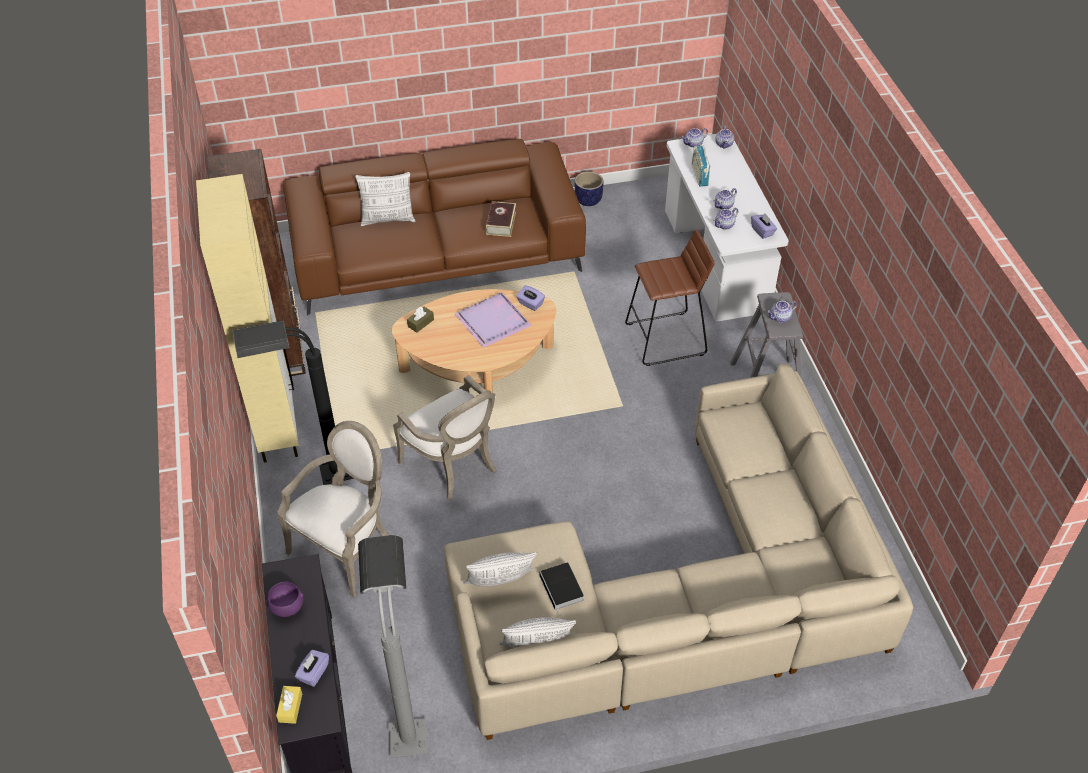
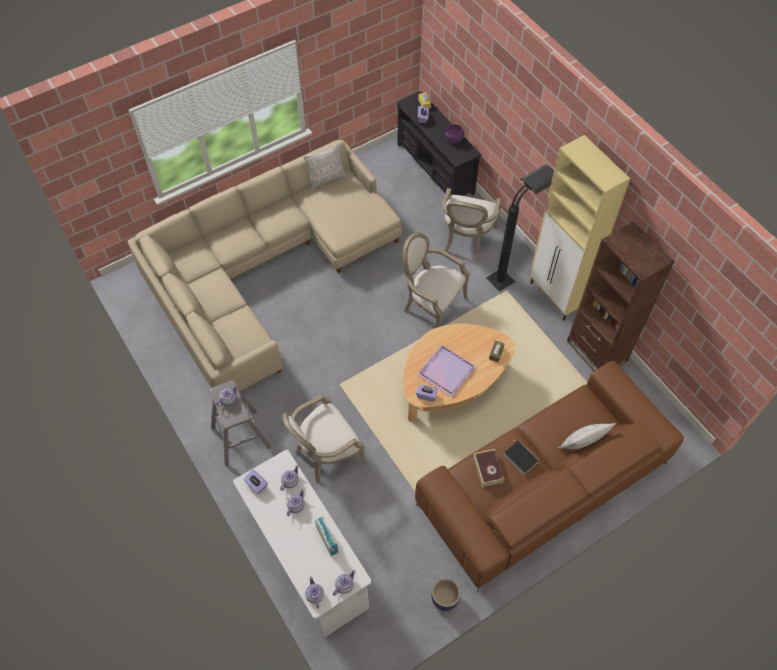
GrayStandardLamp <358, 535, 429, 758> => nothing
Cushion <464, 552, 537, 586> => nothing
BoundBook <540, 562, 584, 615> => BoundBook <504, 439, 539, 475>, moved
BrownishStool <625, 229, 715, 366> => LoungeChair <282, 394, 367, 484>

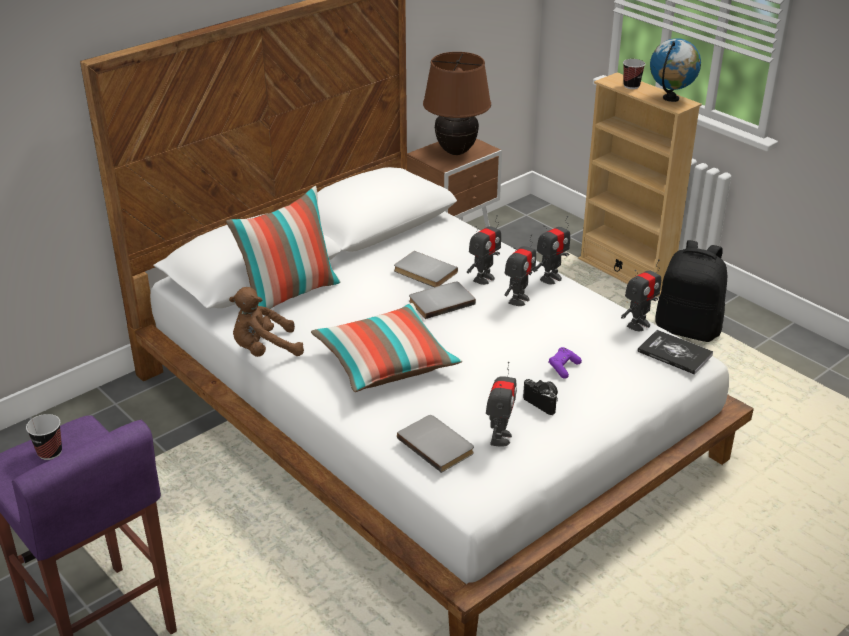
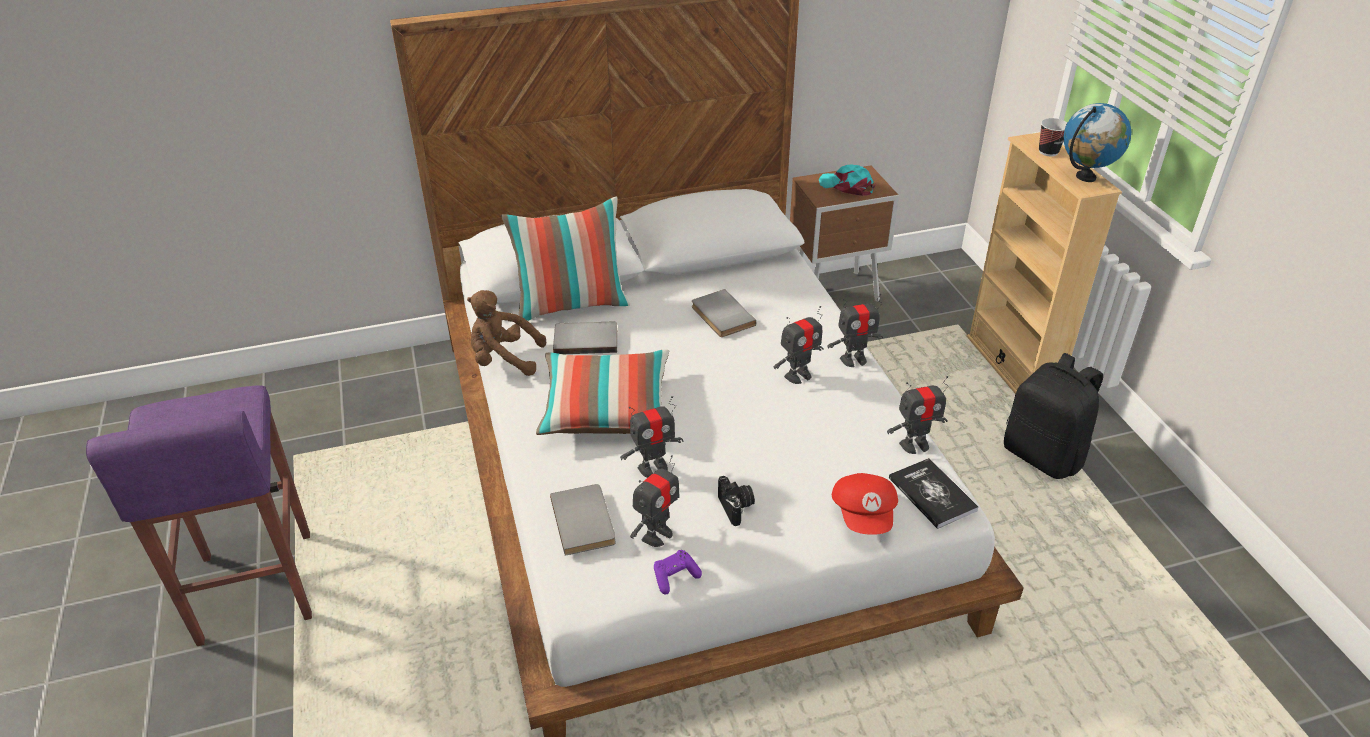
Cup <26, 414, 62, 460> => nothing
GrayBoundBook <409, 282, 476, 319> => GrayBoundBook <553, 322, 617, 354>, moved
BrownishLampForATable <423, 52, 491, 155> => TurquoiseBaseballCap <819, 164, 876, 196>
RobotFigure <467, 215, 501, 285> => RobotFigure <620, 396, 684, 478>, moved
PurplishGamepad <548, 347, 582, 379> => PurplishGamepad <654, 550, 702, 594>, moved
nothing => RedColouredBaseballCap <832, 473, 898, 535>

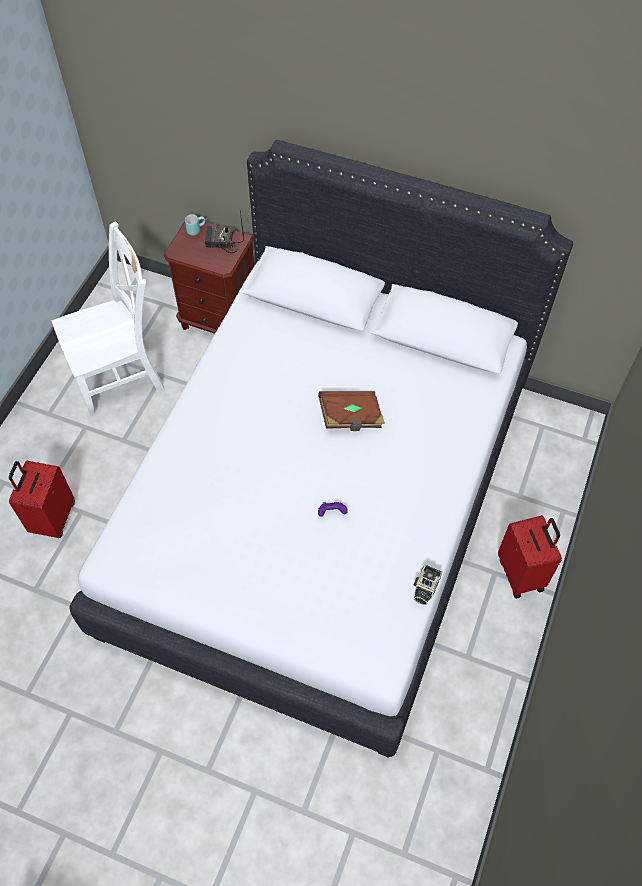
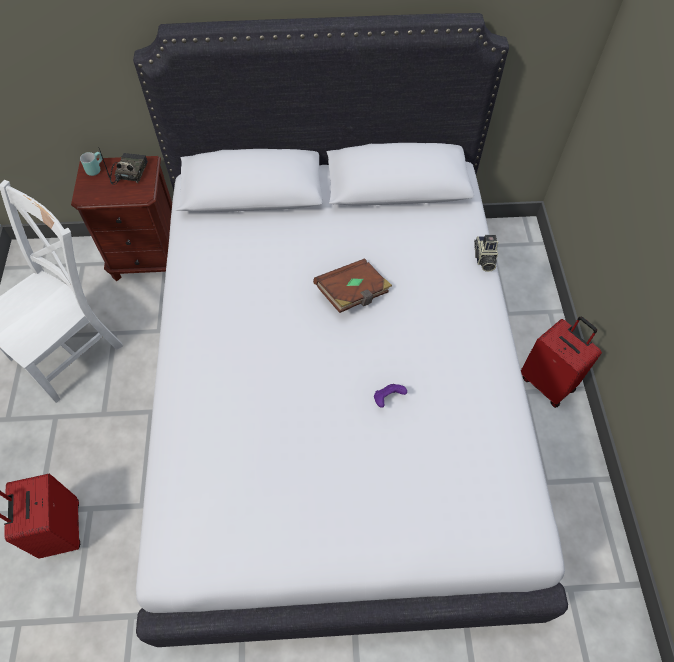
Radio <205, 211, 244, 253> => Radio <99, 149, 148, 185>, 120 degrees clockwise
PhotoCamera <414, 565, 442, 605> => PhotoCamera <474, 235, 498, 272>, moved

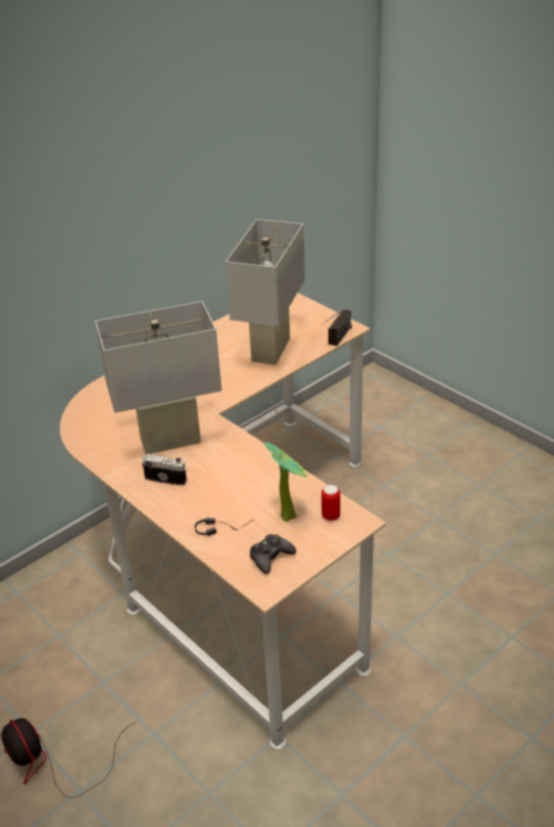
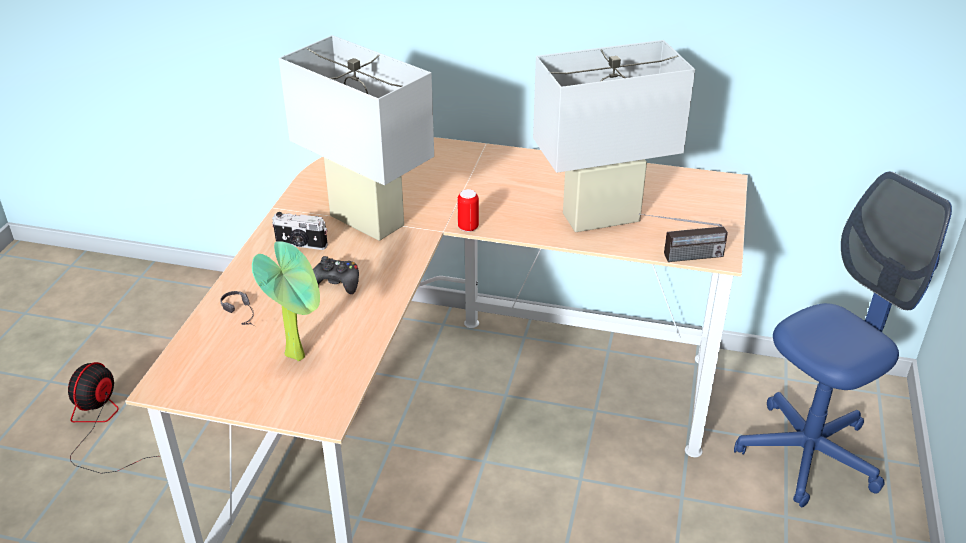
PhotoCamera <142, 454, 187, 486> => PhotoCamera <272, 212, 328, 250>, 120 degrees clockwise
BlackishGamepad <250, 534, 296, 574> => BlackishGamepad <313, 256, 359, 294>, moved
MetalCan <321, 485, 340, 521> => MetalCan <457, 189, 479, 232>, moved
nothing => BlueComputerChair <734, 171, 952, 507>

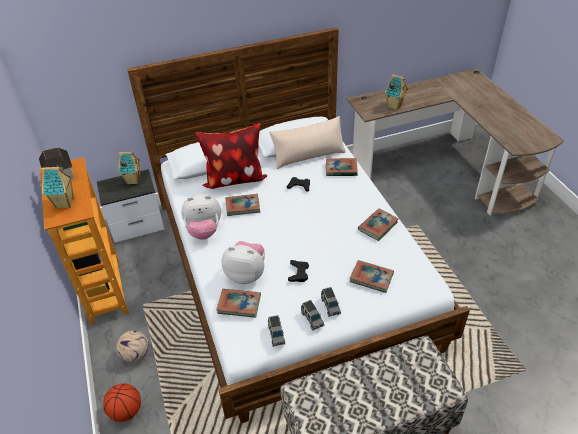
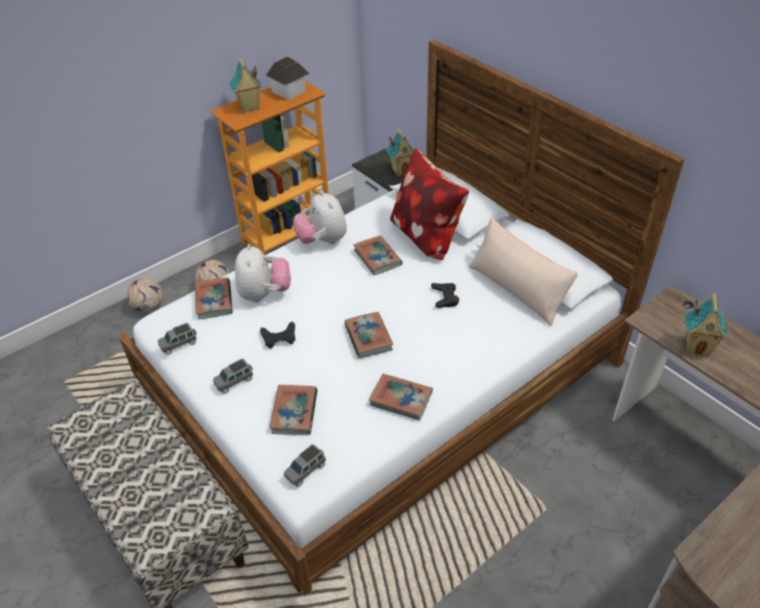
BasketballBall <103, 384, 141, 422> => Football <127, 278, 163, 313>
GrayToyCar <301, 300, 324, 331> => GrayToyCar <284, 444, 326, 487>, moved
BoundBook <326, 158, 358, 176> => BoundBook <344, 312, 393, 359>, moved

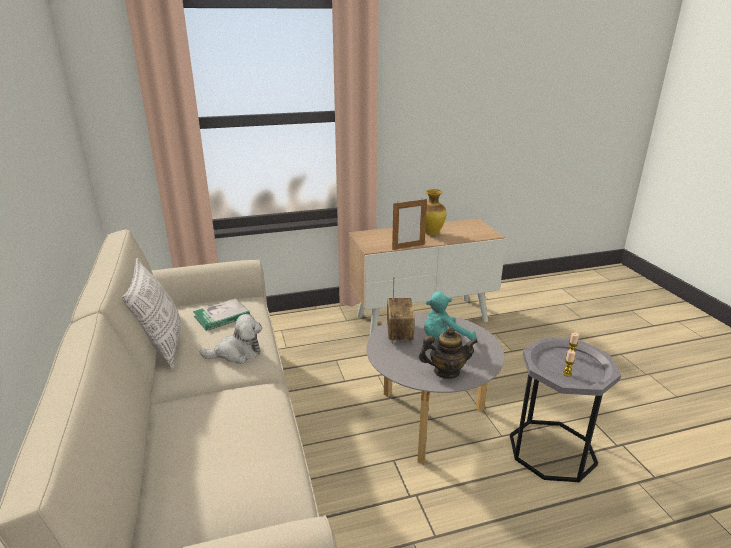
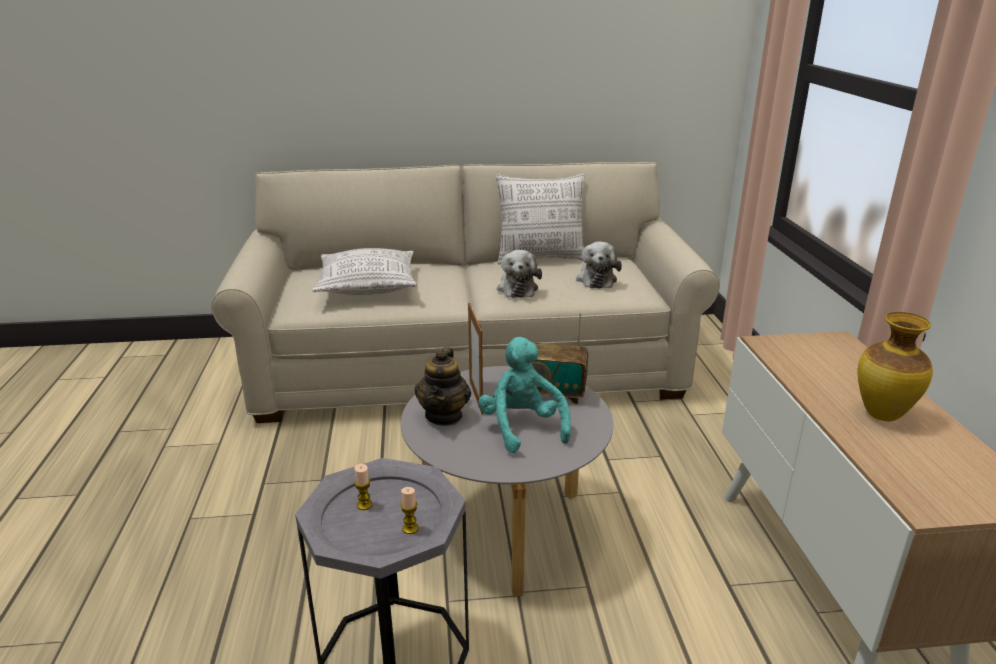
BoundBook <193, 298, 250, 331> => PlushToy <576, 241, 622, 289>
PhotoFrame <392, 199, 427, 250> => PhotoFrame <468, 302, 483, 415>, moved
nothing => Cushion <312, 248, 418, 295>

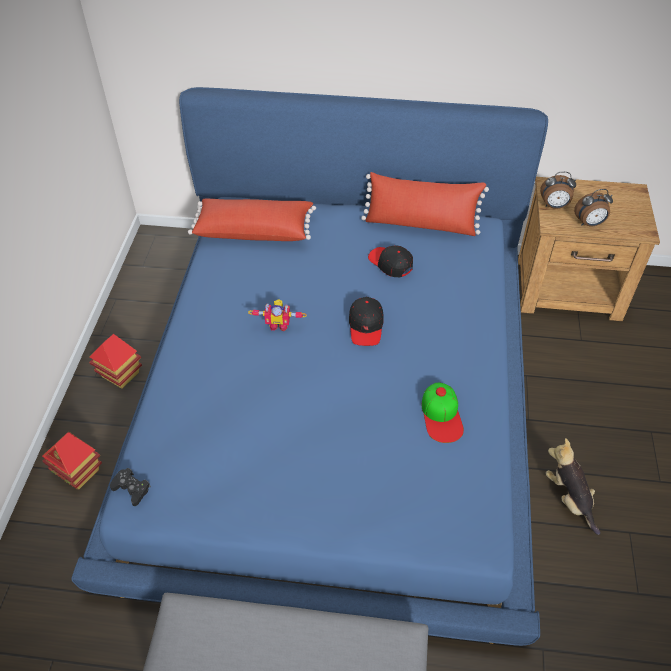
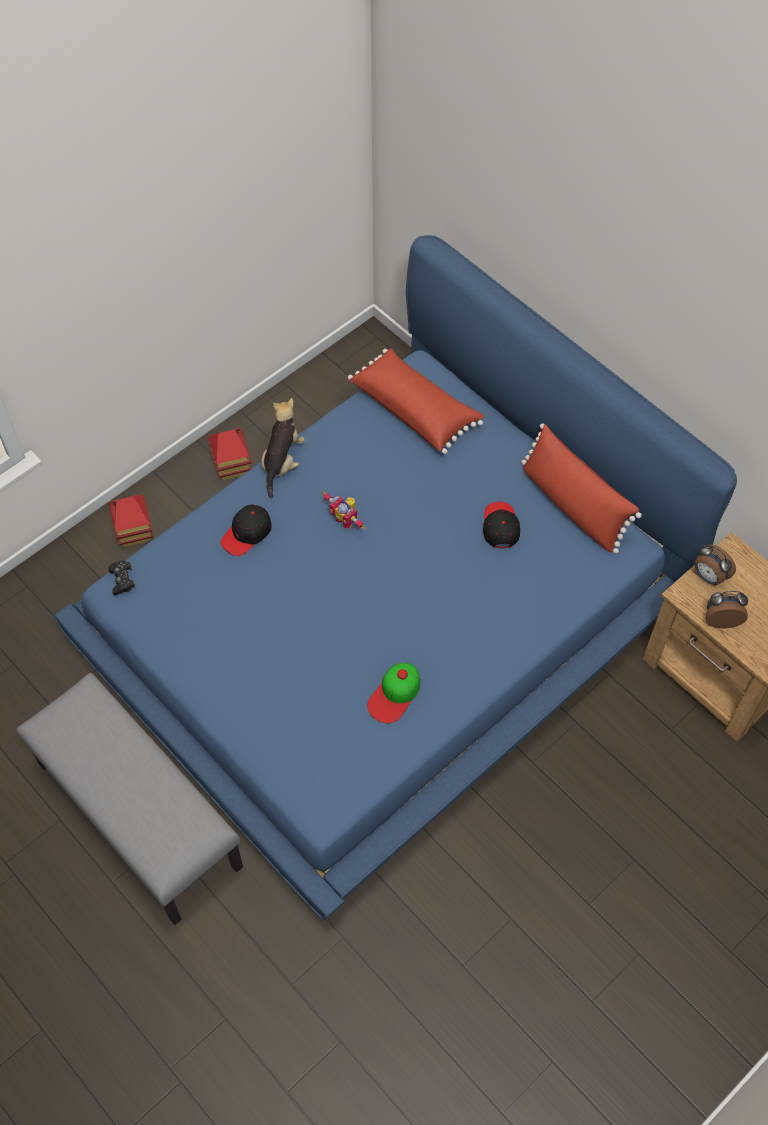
BlackishBaseballCap <349, 297, 383, 346> => BlackishBaseballCap <220, 505, 272, 556>, moved
PlushToy <546, 438, 601, 535> => PlushToy <261, 398, 305, 499>, moved
BedsideClock <574, 189, 613, 226> => BedsideClock <706, 591, 748, 628>, 150 degrees clockwise

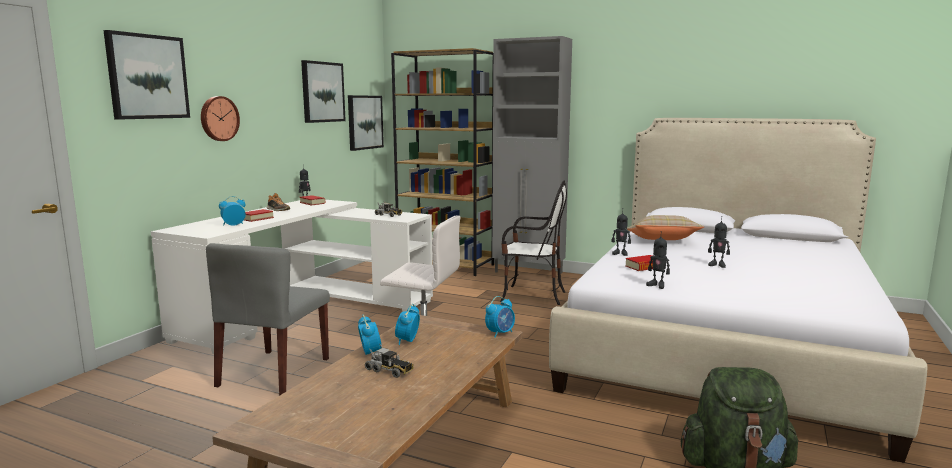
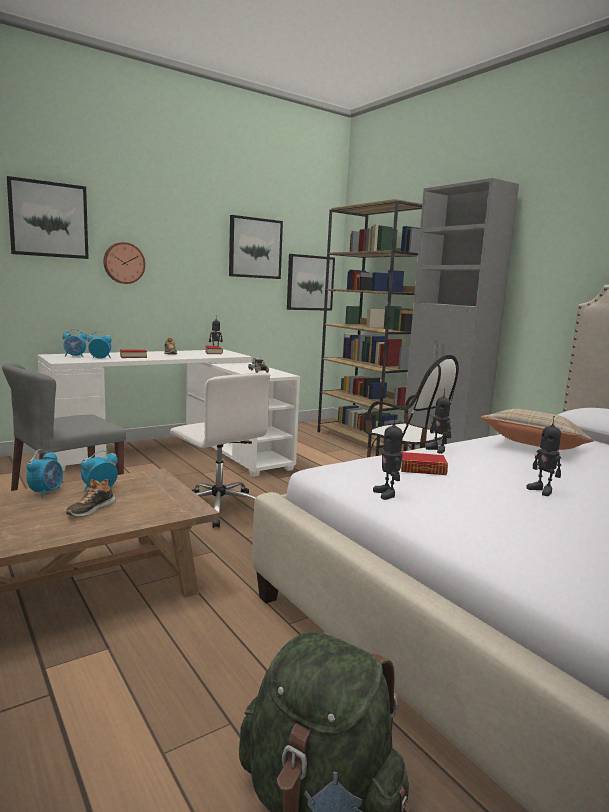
ToyTruck <365, 345, 414, 378> => nothing
BedsideClock <485, 296, 515, 338> => BedsideClock <62, 329, 87, 357>, moved
nothing => Shoe <66, 479, 116, 517>

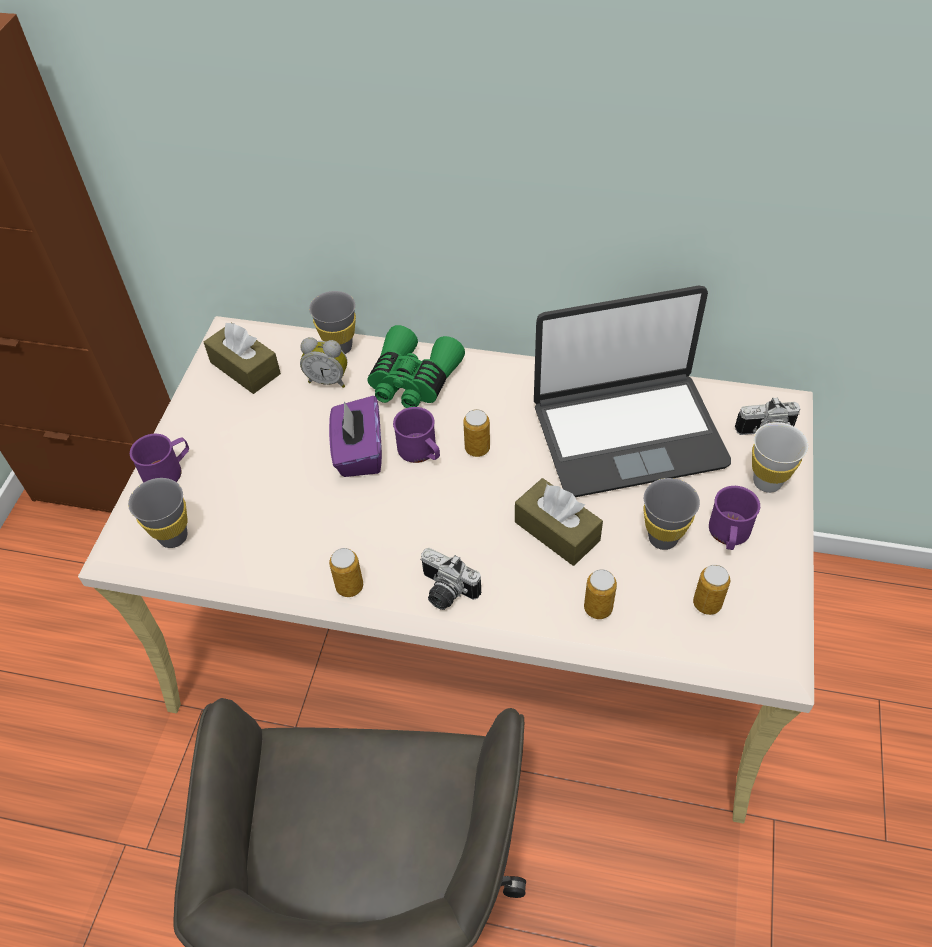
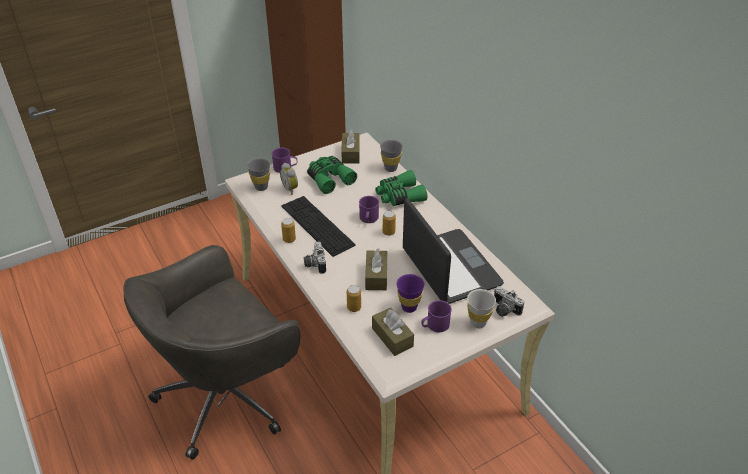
BedsideClock <300, 337, 347, 388> => BedsideClock <280, 163, 298, 195>, moved
PurplishTissueBox <329, 396, 382, 477> => nothing
Laptop <534, 286, 731, 497> => Laptop <403, 198, 504, 304>, 150 degrees counterclockwise
GrayCup <643, 478, 700, 550> => PurplishCup <396, 274, 425, 313>
MetalCan <693, 565, 730, 615> => BrownishTissueBox <372, 307, 414, 356>
nothing => ComputerKeyboard <281, 196, 356, 257>
nothing => GreenColouredPairOfBinoculars <307, 156, 357, 194>

